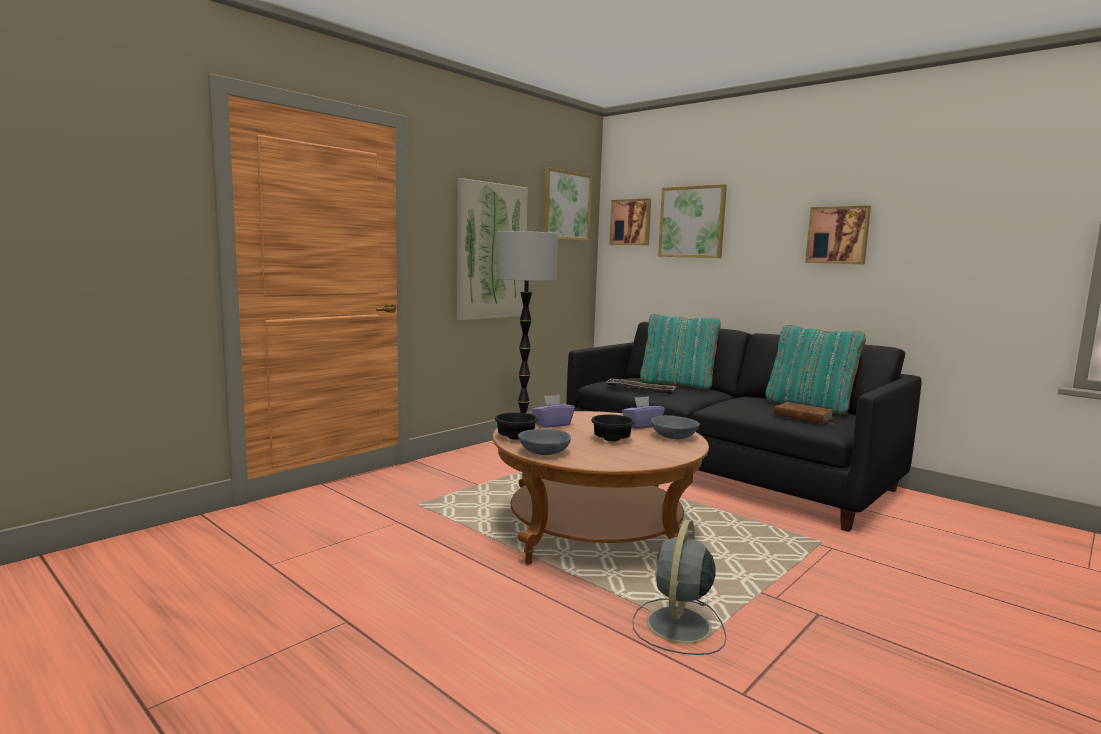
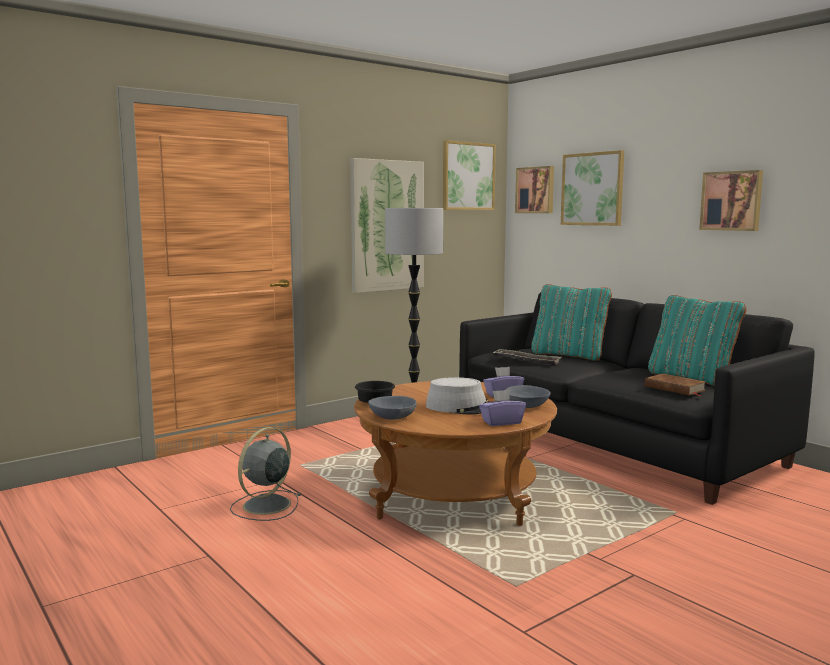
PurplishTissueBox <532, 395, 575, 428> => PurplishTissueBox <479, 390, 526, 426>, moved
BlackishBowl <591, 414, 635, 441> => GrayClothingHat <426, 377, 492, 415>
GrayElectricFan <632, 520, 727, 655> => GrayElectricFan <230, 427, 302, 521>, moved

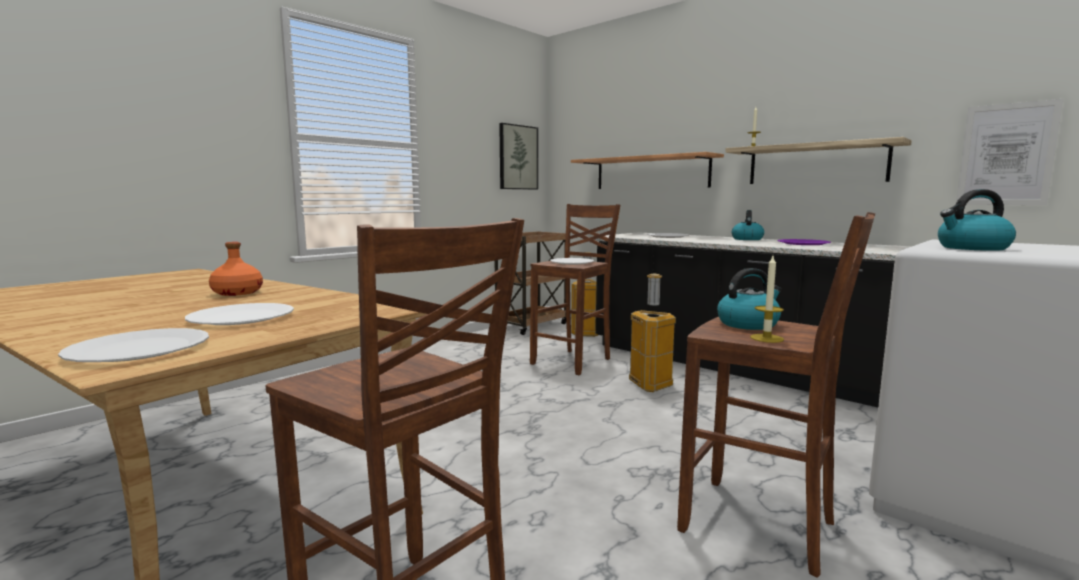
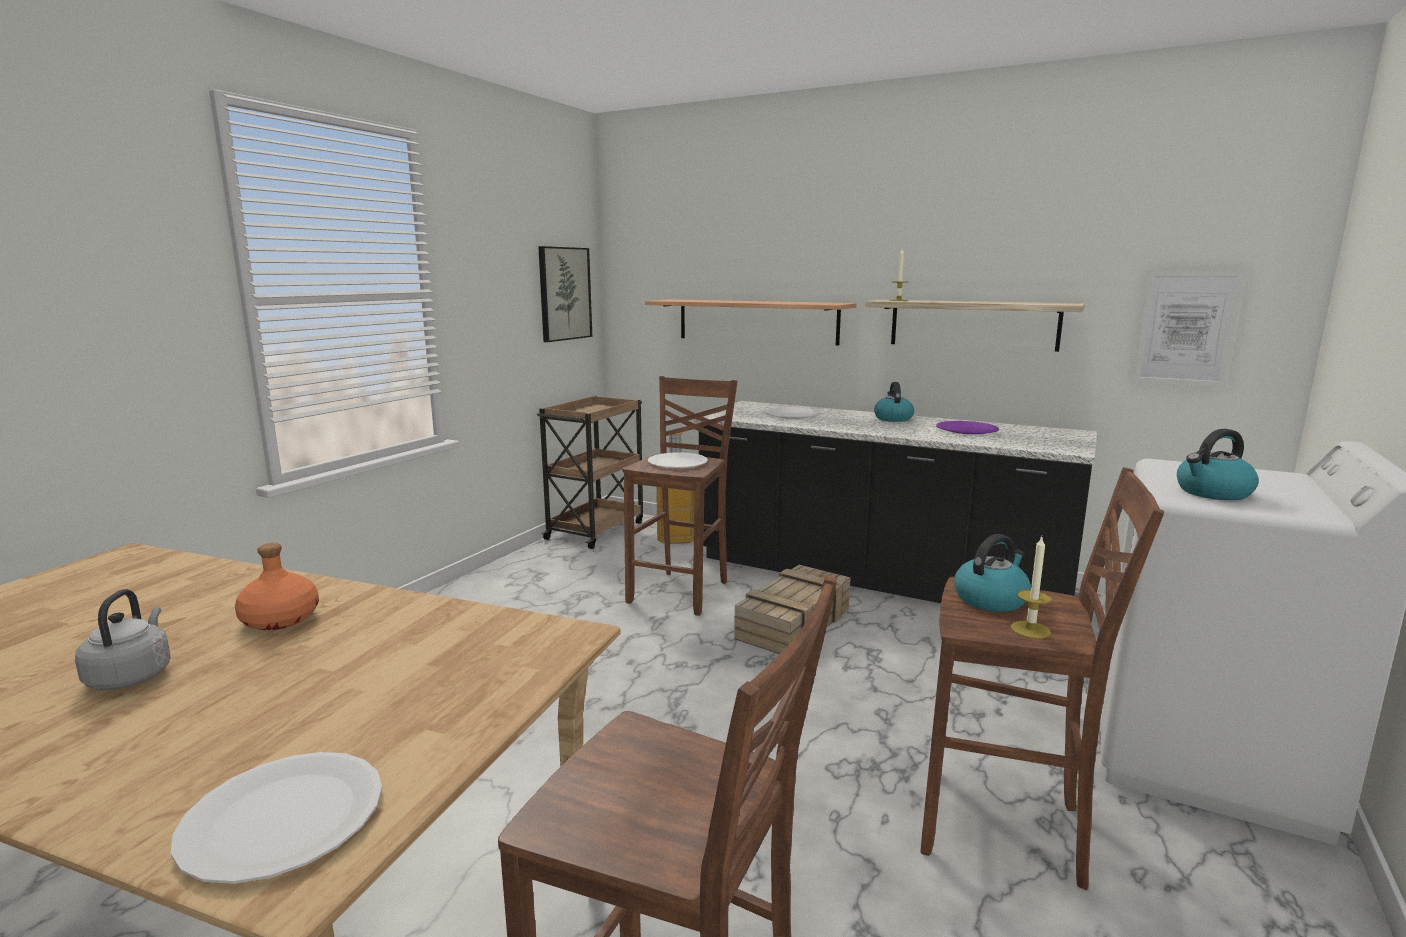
WhiteFlatDish <185, 303, 294, 325> => nothing
WasteBin <629, 274, 676, 392> => PackingCrate <734, 565, 850, 654>
nothing => GrayWaterKettle <75, 589, 171, 690>

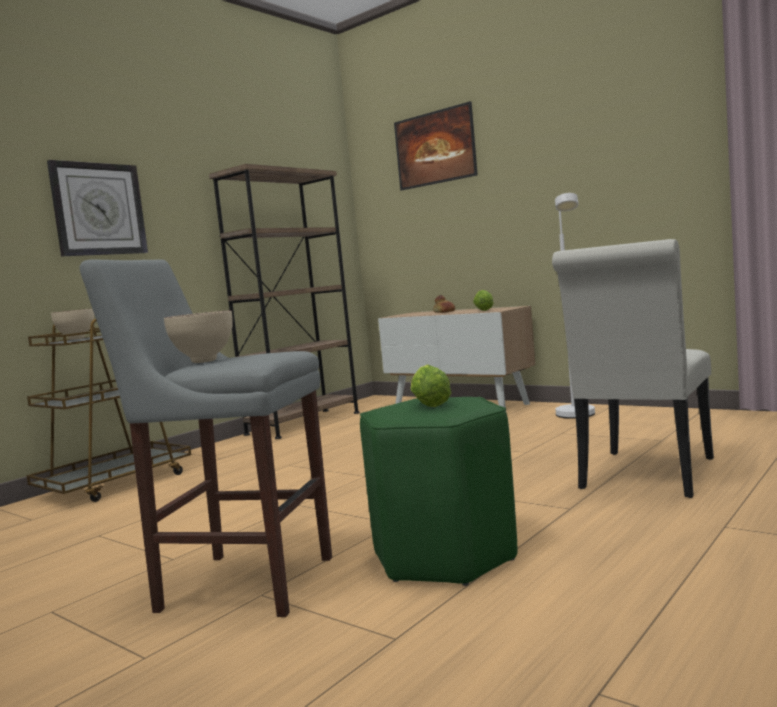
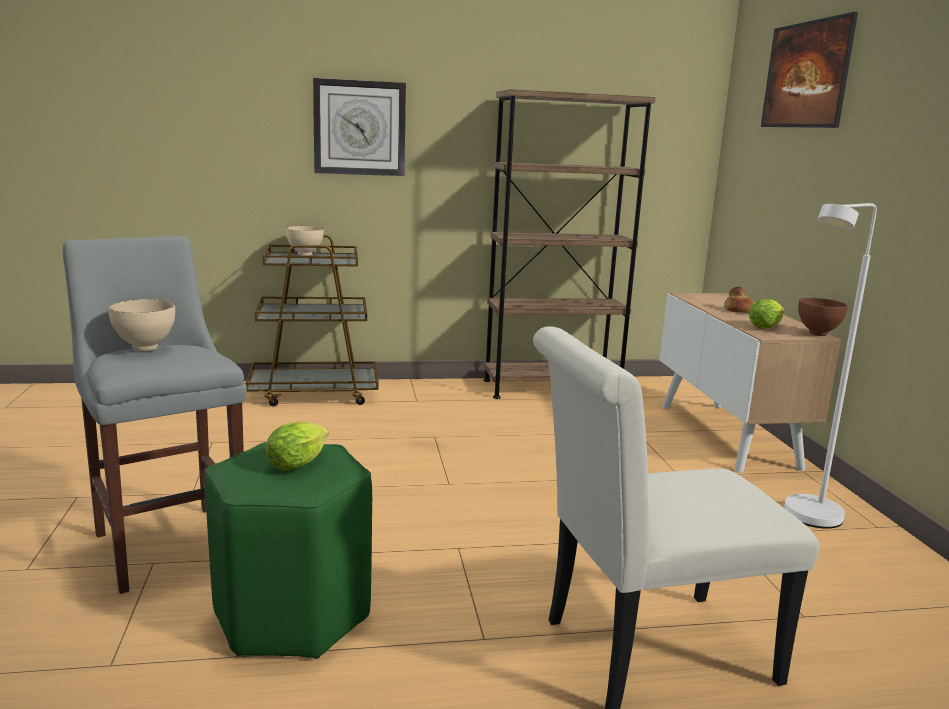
nothing => BrownishBowl <798, 298, 848, 336>

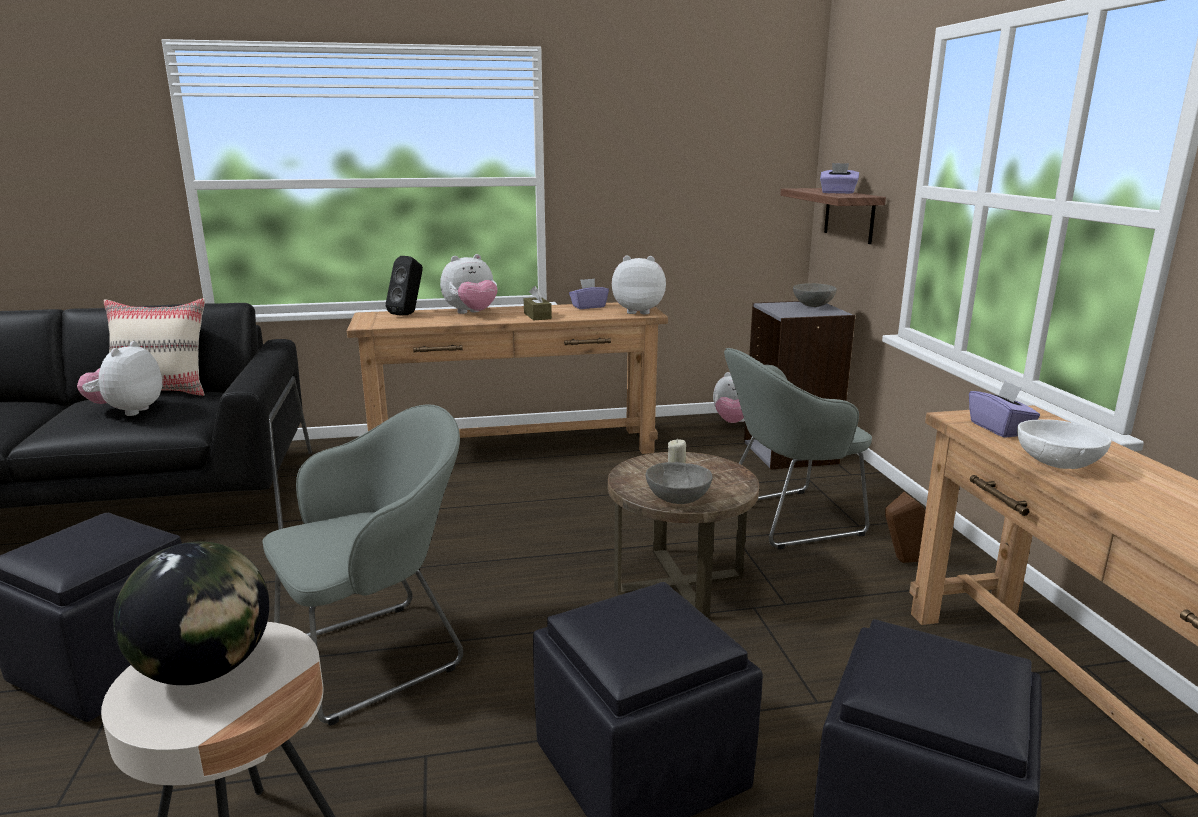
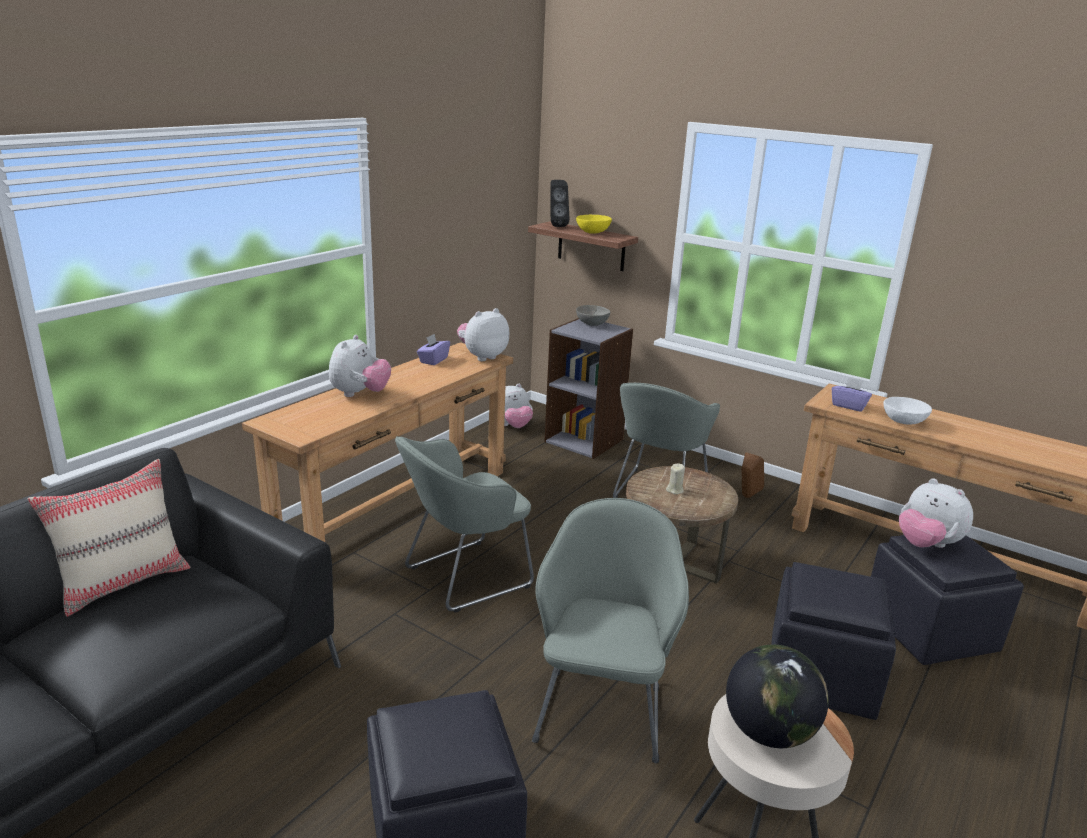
PlushToy <77, 341, 163, 416> => PlushToy <899, 478, 973, 548>, moved
BlackishLoudspeaker <386, 256, 423, 315> => BlackishLoudspeaker <550, 180, 570, 227>, moved
BrownishTissueBox <524, 286, 552, 321> => nothing
GrayBowl <646, 462, 712, 504> => nothing
PurplishTissueBox <820, 163, 859, 194> => YellowColouredBowl <576, 215, 612, 233>
nothing => GrayLoungeChair <395, 436, 534, 613>

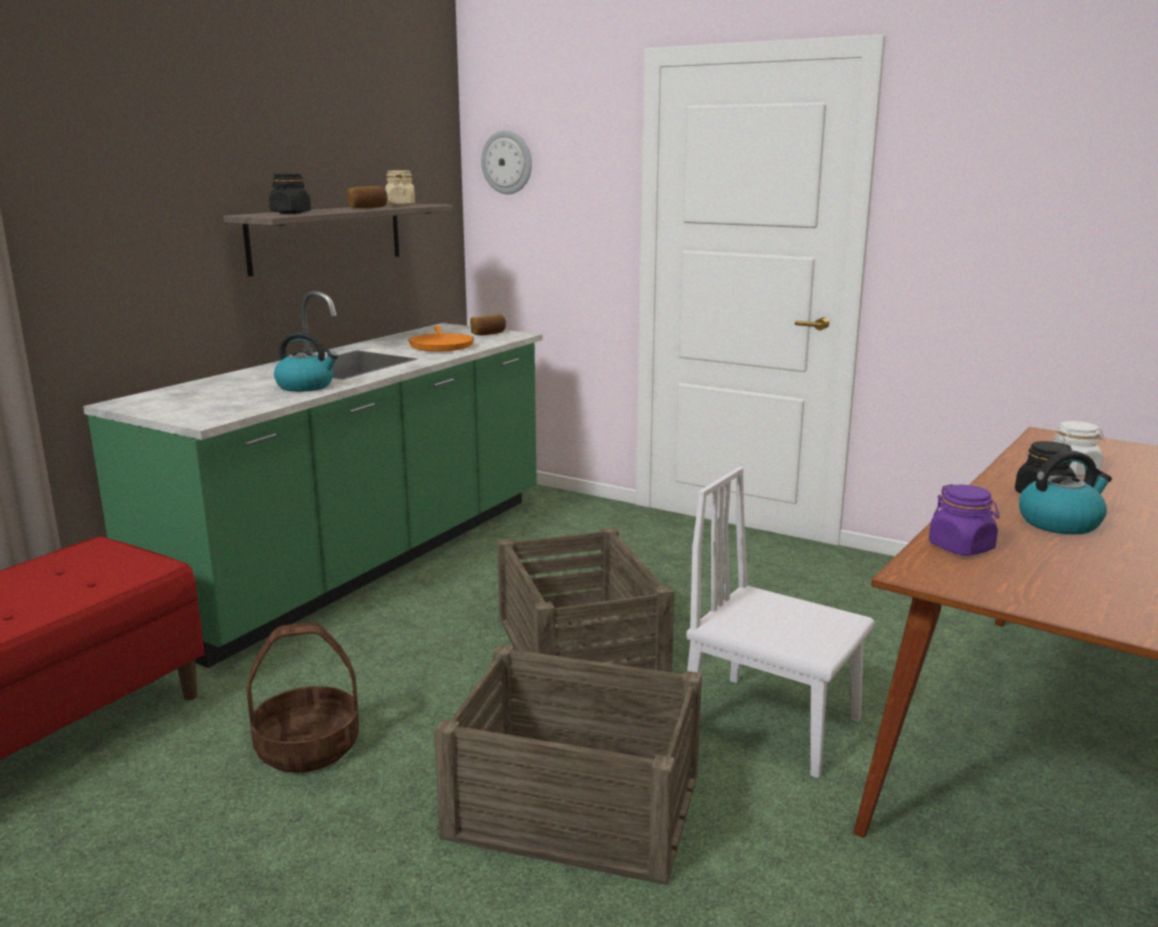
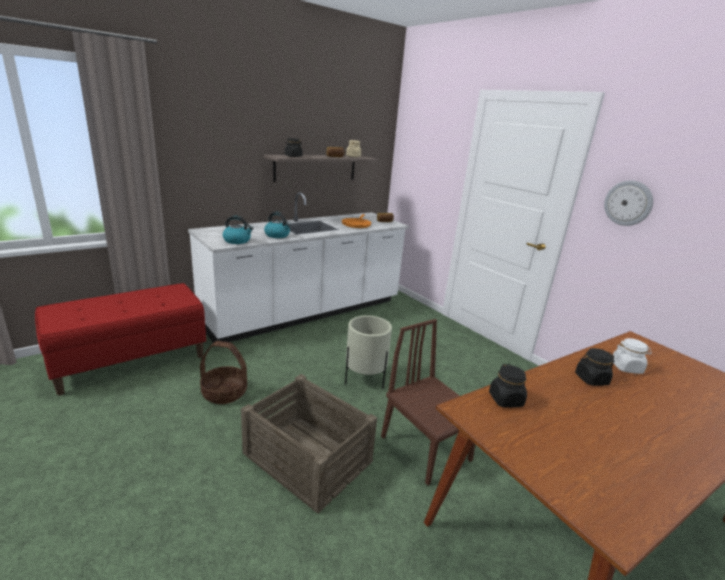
GreenColouredCounter <83, 291, 543, 668> => WhiteCounter <188, 192, 409, 343>
WallClock <481, 130, 532, 194> => WallClock <604, 180, 653, 226>, moved
PackingCrate <497, 527, 675, 672> => BeigeFlowerPot <345, 315, 392, 389>
WhiteUprightChair <687, 467, 875, 778> => BrownishUprightChair <381, 319, 475, 485>
PurplishJar <929, 484, 1000, 556> => BlackishJar <489, 364, 527, 408>
WaterKettle <1019, 451, 1112, 535> => WaterKettle <223, 215, 254, 244>, moved

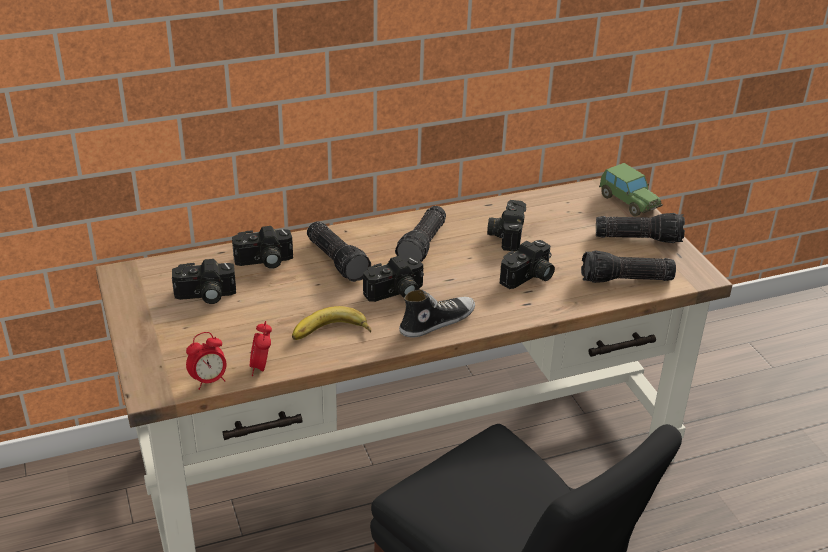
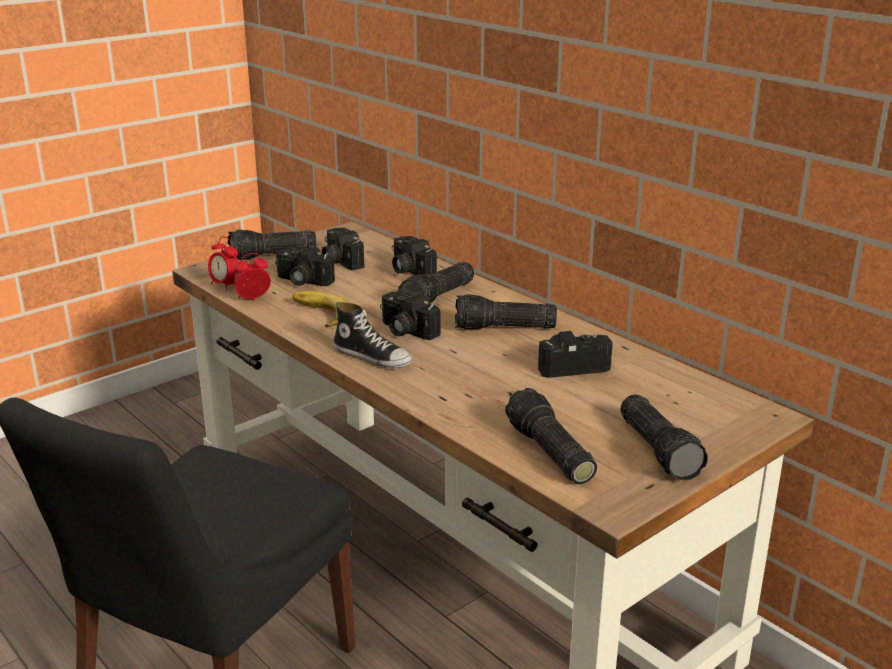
PhotoCamera <500, 240, 555, 289> => PhotoCamera <275, 247, 335, 286>, moved
ToyCar <599, 163, 663, 217> => nothing
nothing => Torch <228, 230, 317, 260>

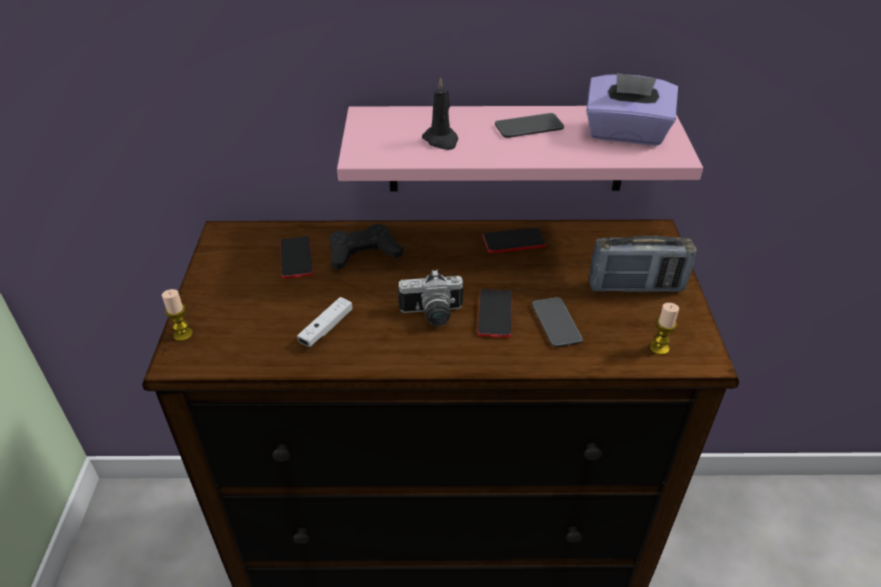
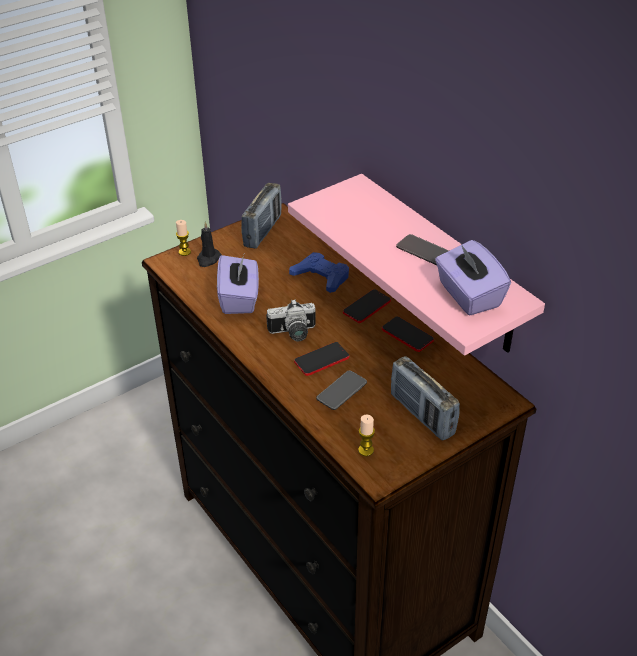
Telephone <280, 236, 313, 279> => Telephone <343, 289, 391, 323>, moved
WhiteGamepad <297, 297, 352, 347> => PurplishTissueBox <217, 255, 259, 314>
BlackishGamepad <329, 223, 403, 270> => BlueGamepad <289, 252, 349, 293>
PhotoCamera <398, 269, 463, 326> => PhotoCamera <266, 299, 316, 341>, 60 degrees counterclockwise
BlackishCandle <422, 77, 458, 150> => BlackishCandle <197, 222, 222, 267>, moved
nothing => Radio <241, 183, 282, 249>

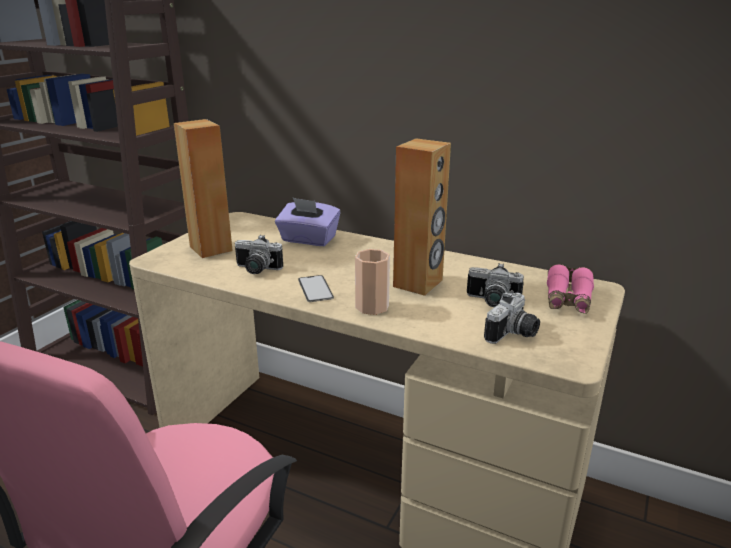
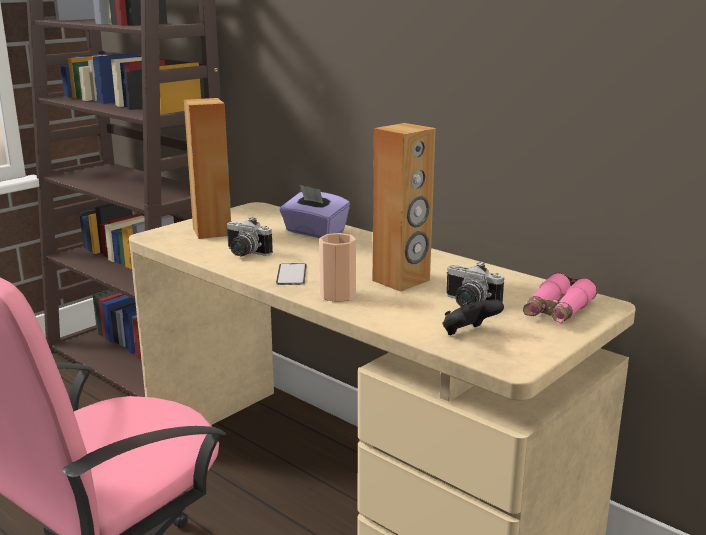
PhotoCamera <484, 292, 540, 344> => BlackishGamepad <443, 300, 504, 335>

